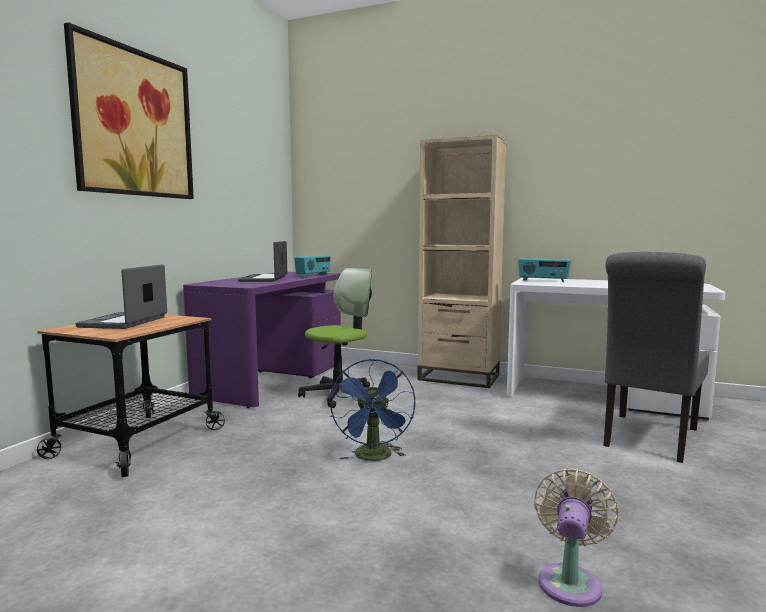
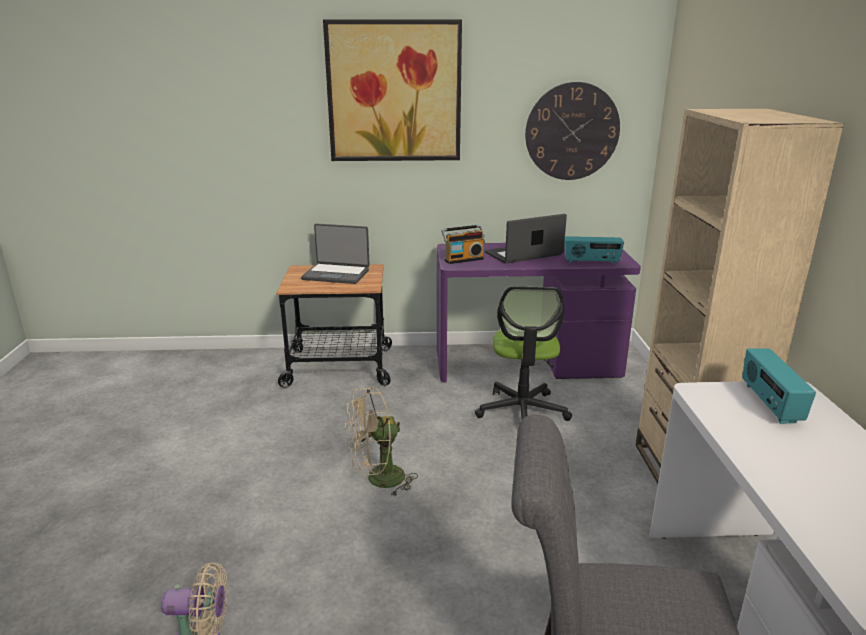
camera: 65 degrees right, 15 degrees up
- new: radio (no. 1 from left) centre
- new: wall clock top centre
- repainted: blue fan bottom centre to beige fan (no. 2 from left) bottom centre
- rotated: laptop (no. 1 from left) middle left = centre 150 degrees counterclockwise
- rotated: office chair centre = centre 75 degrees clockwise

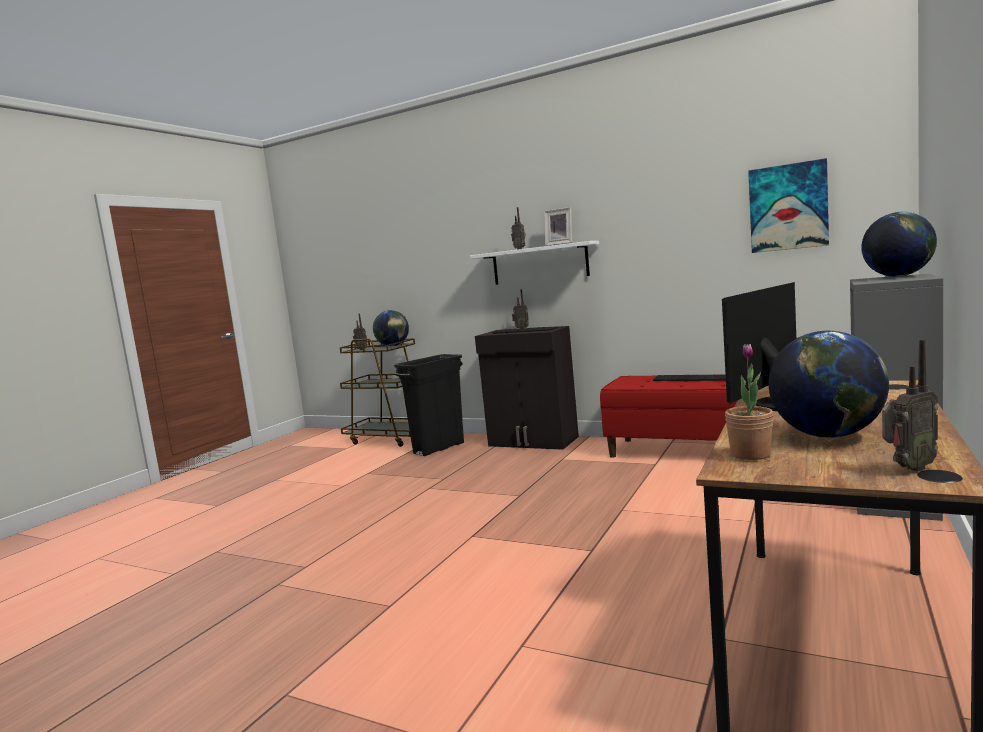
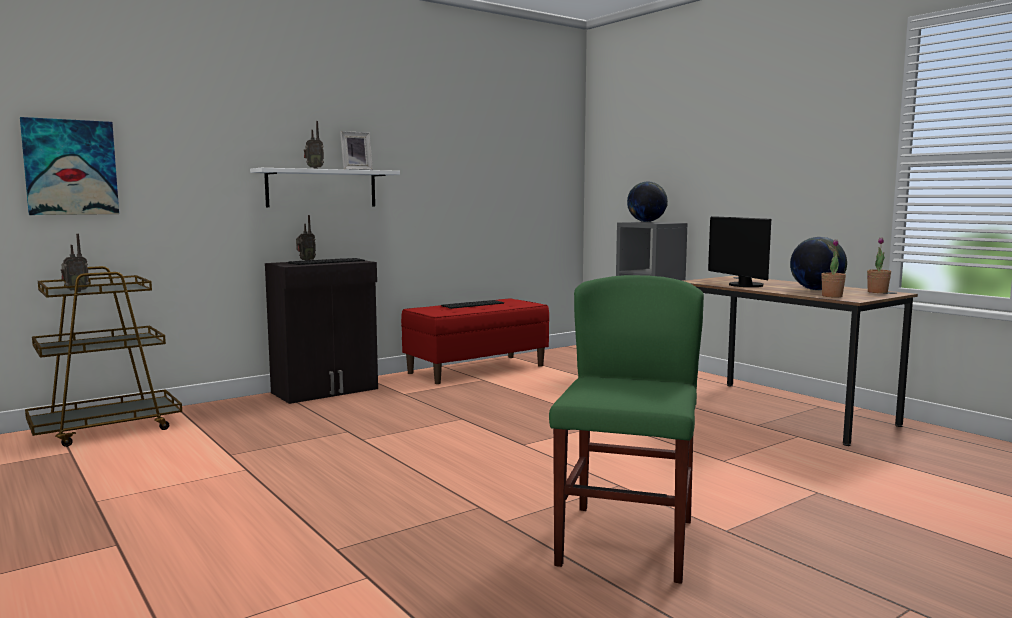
camera: 65 degrees left, 0 degrees up
- gone: globe (no. 1 from left) centre
- gone: black trash can centre
- new: green chair bottom centre
- shifted: picture top right to top left
- swapped: radio (no. 4 from left) middle right to potted plant (no. 2 from left) middle right

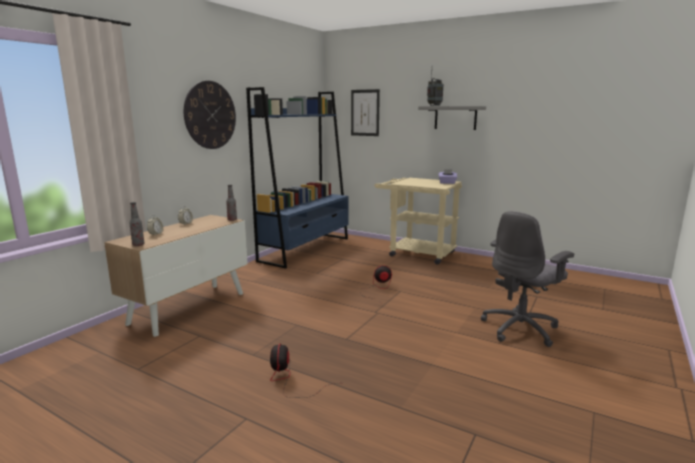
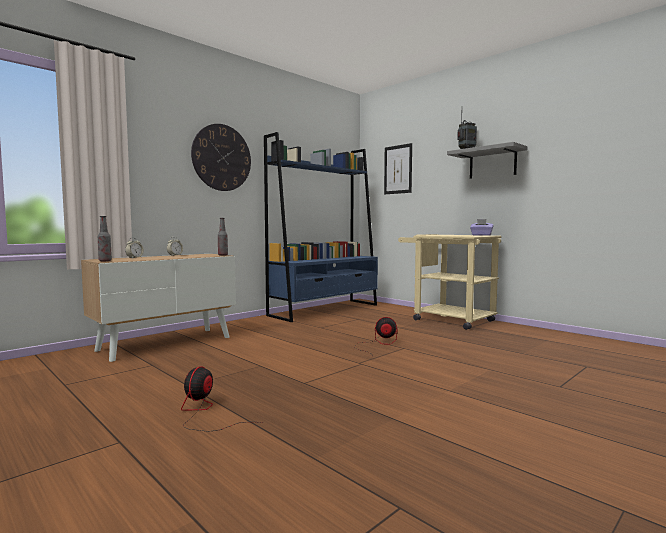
camera: 15 degrees right, 10 degrees down
- gone: grey office chair middle right

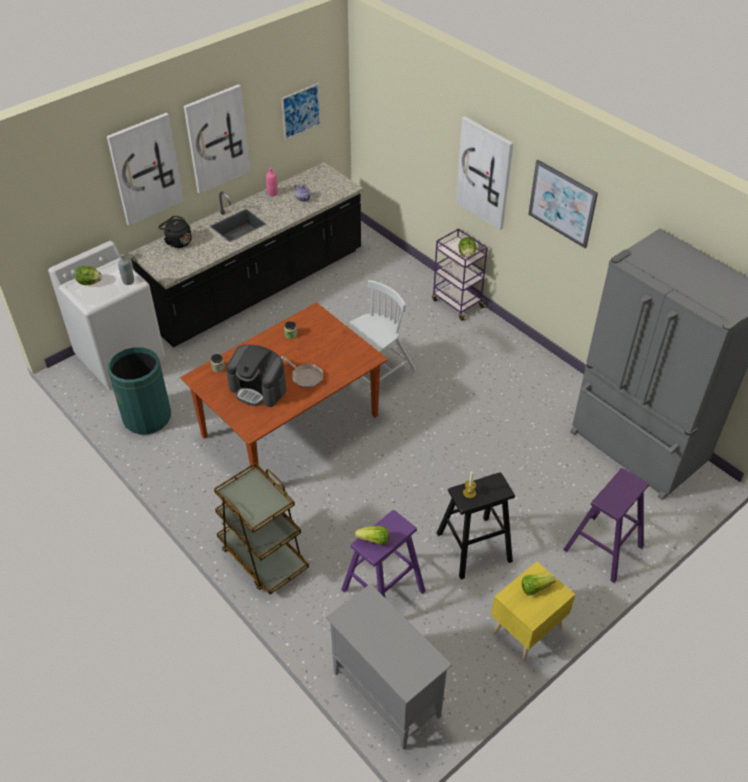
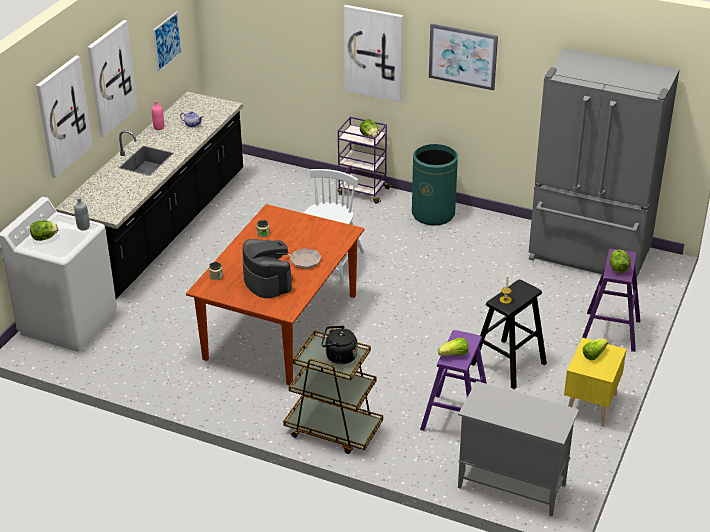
camera: 25 degrees left, 10 degrees down
- new: lettuce (no. 5 from left) middle right
- shifted: green trash can middle left to centre
- shifted: black kettle top left to centre
- rotated: coffee machine centre = centre 120 degrees counterclockwise

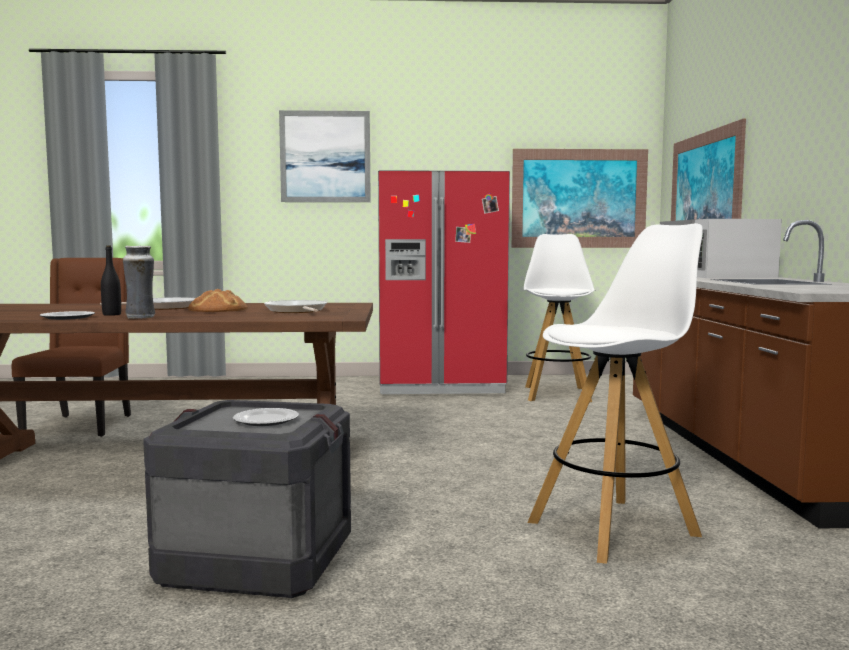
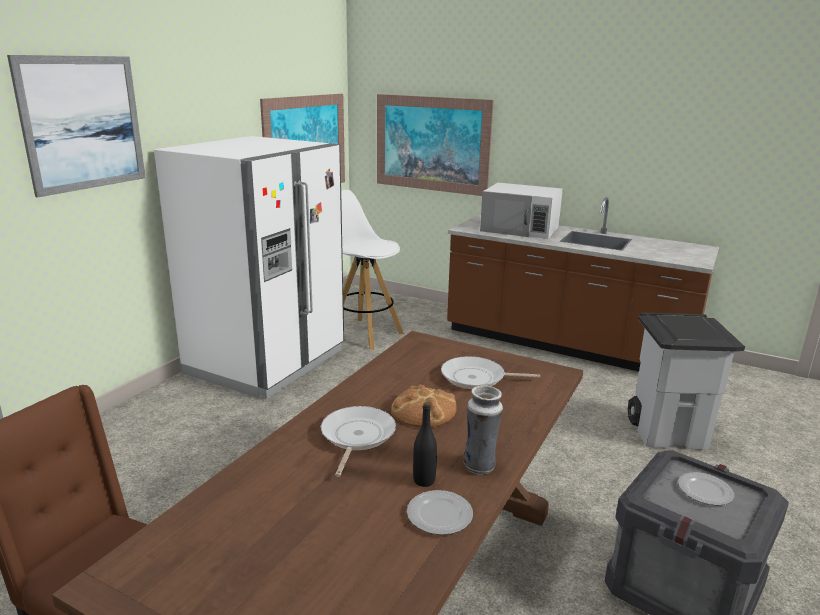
camera: 60 degrees left, 15 degrees up
- swapped: white stool (no. 2 from left) middle right to grey trash can middle right
- repainted: red fridge centre to white fridge middle left

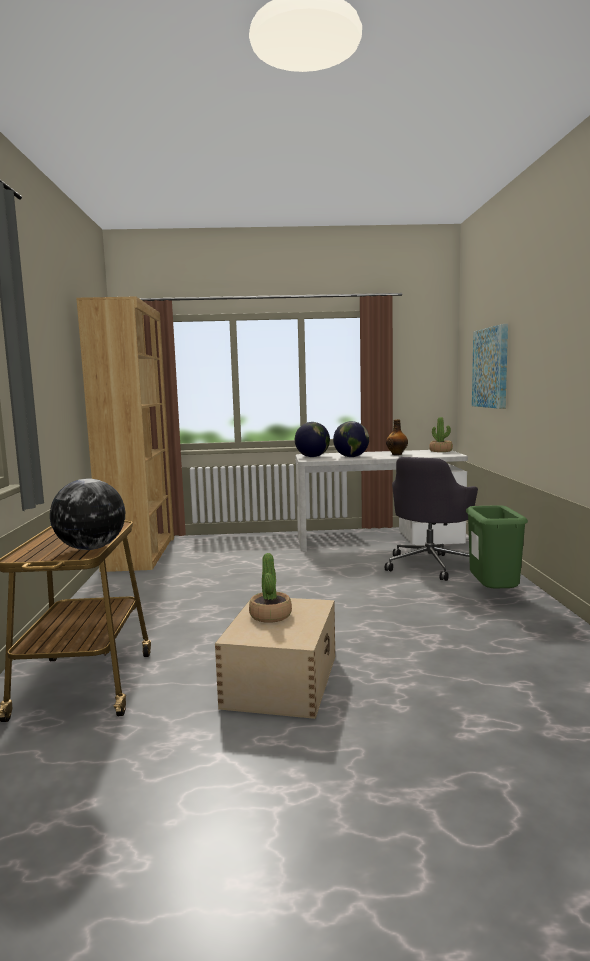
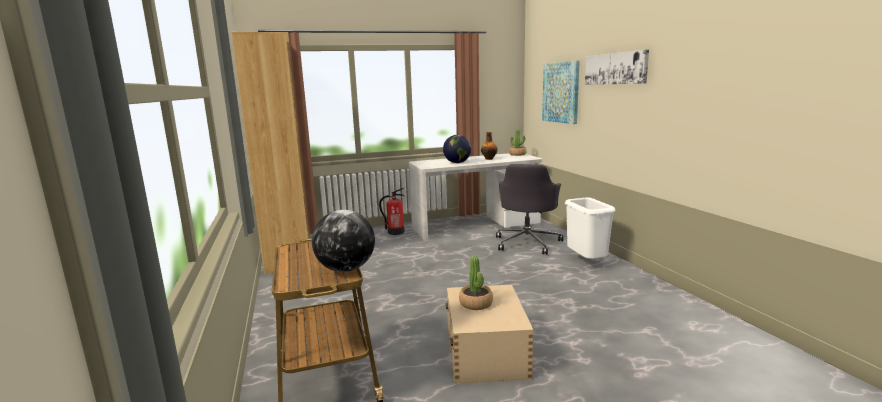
camera: 15 degrees left, 5 degrees up
- gone: globe (no. 2 from left) centre
- new: fire extinguisher centre
- new: picture (no. 2 from left) top right
- repainted: green trash can middle right to white trash can middle right

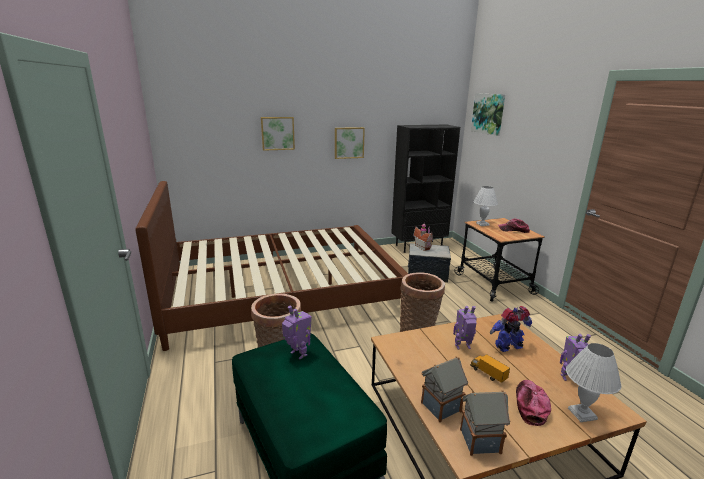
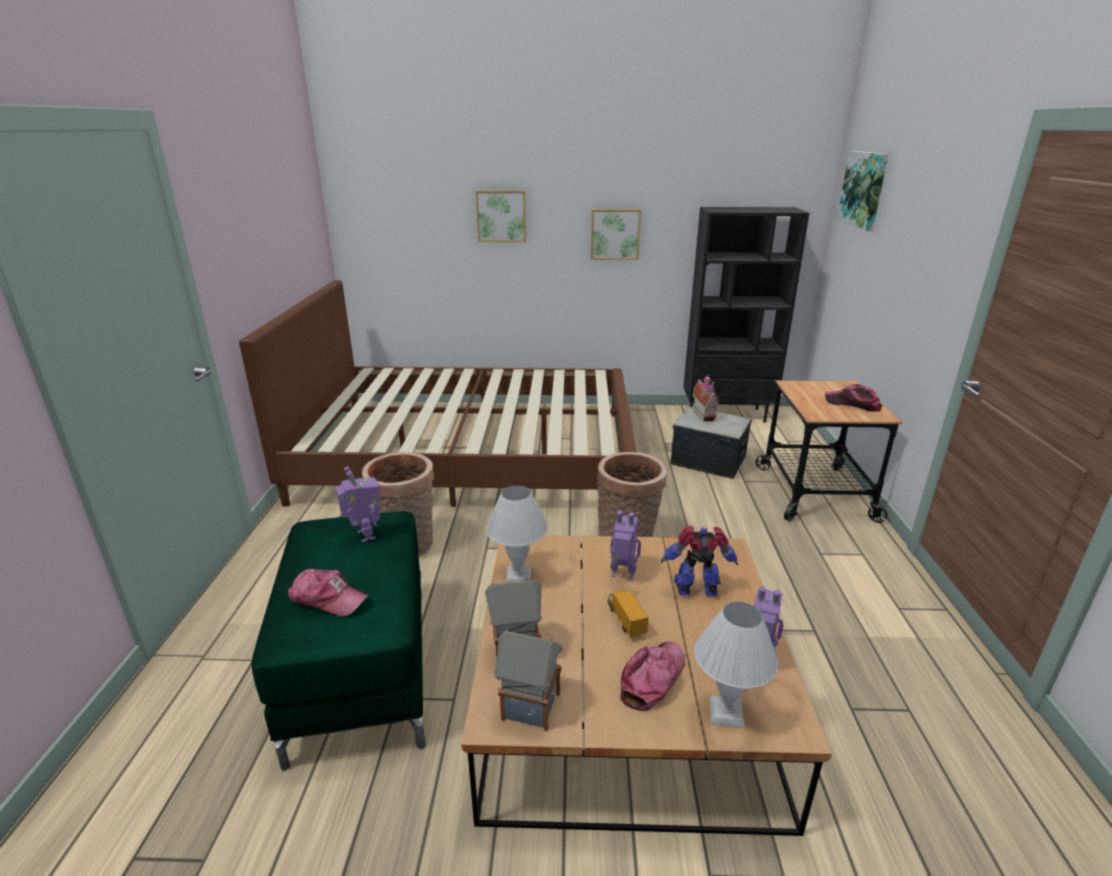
camera: 20 degrees right, 5 degrees up
- new: cap (no. 1 from left) bottom left
- shifted: white table lamp (no. 1 from left) middle right to centre

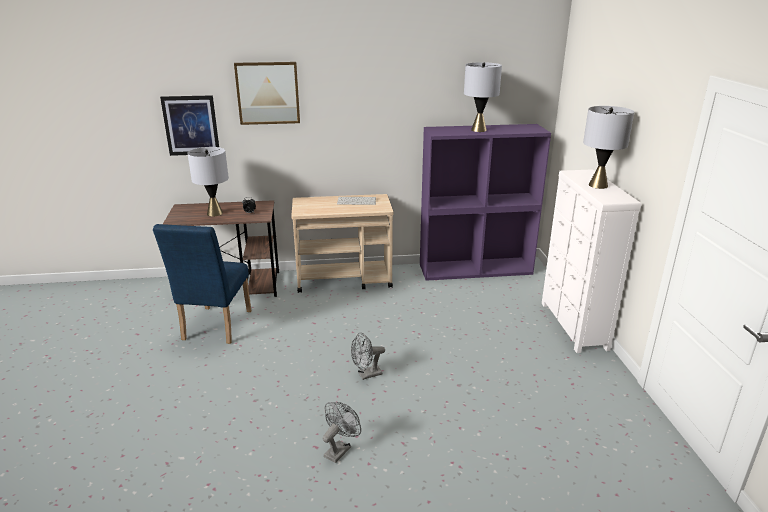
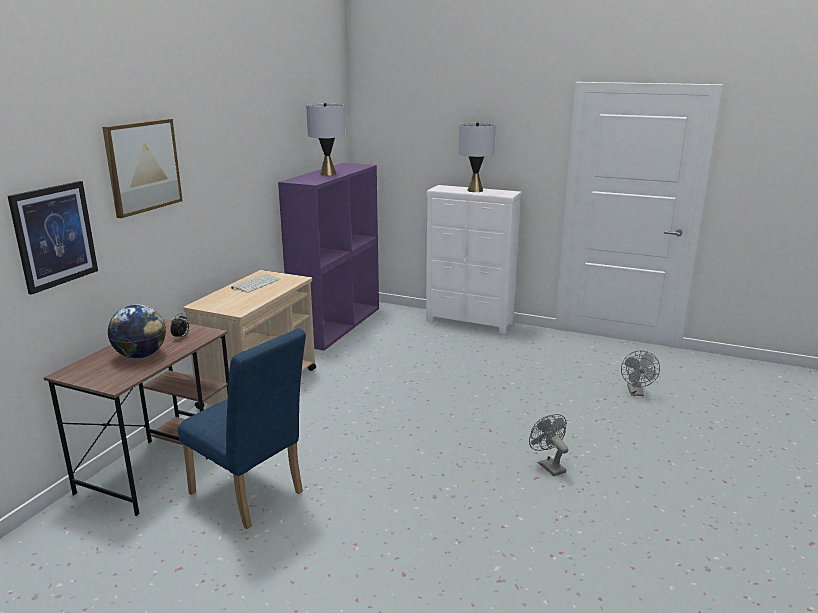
camera: 60 degrees left, 5 degrees down
- shifted: grey fan (no. 2 from left) bottom centre to middle right
- swapped: grey table lamp (no. 1 from left) middle left to globe middle left

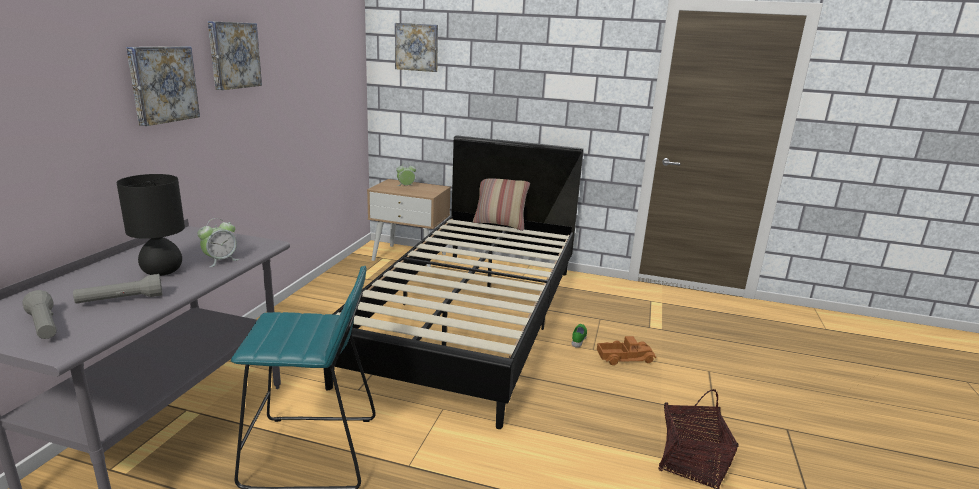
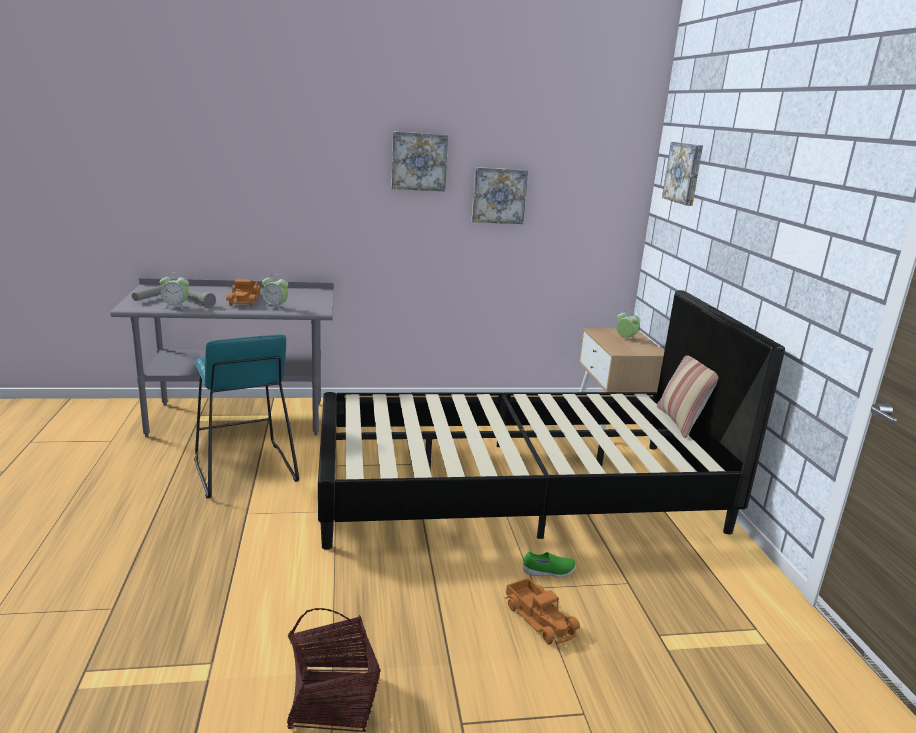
camera: 65 degrees right, 0 degrees up
- new: alarm clock (no. 1 from left) middle left
- shifted: picture (no. 1 from left in the first image) top left to picture (no. 2 from left) top centre
- swapped: black table lamp middle left to toy truck (no. 1 from left) middle left

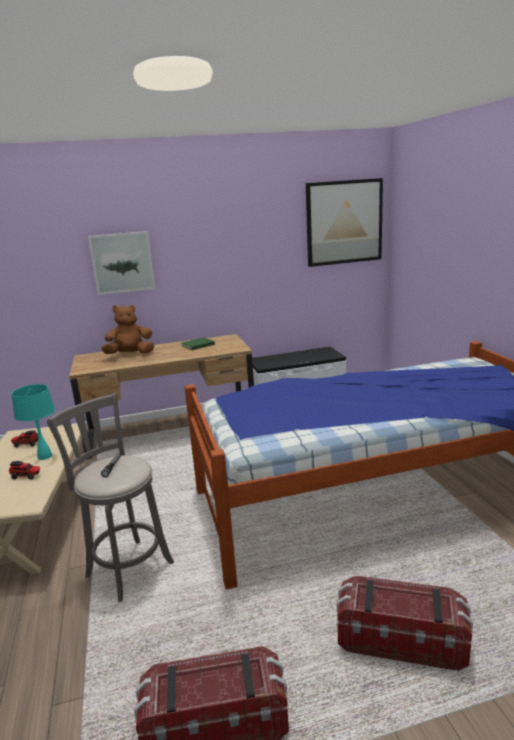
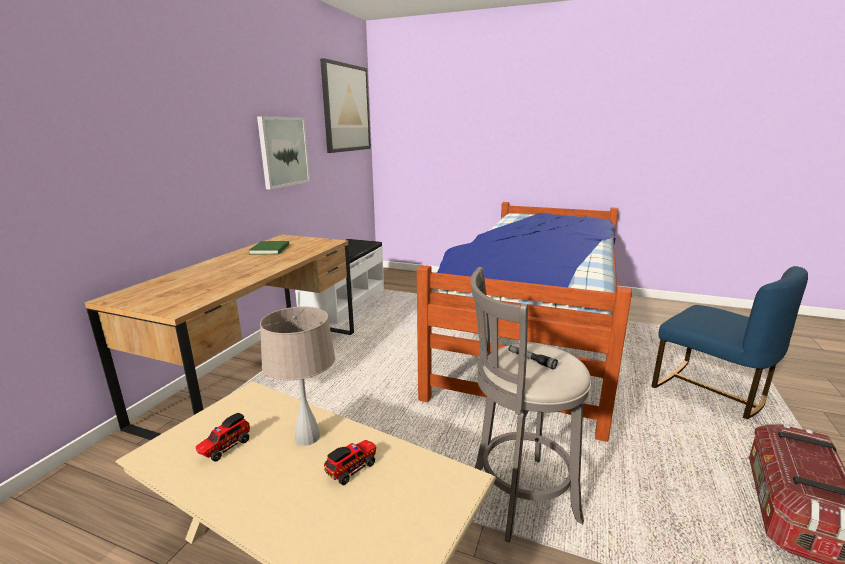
camera: 55 degrees left, 0 degrees up
- gone: brown plush toy middle left
- shifted: picture (no. 1 from left) middle left to top centre
- swapped: storage box (no. 2 from left) bottom right to blue chair middle right
- repainted: turquoise table lamp middle left to beige table lamp bottom centre

